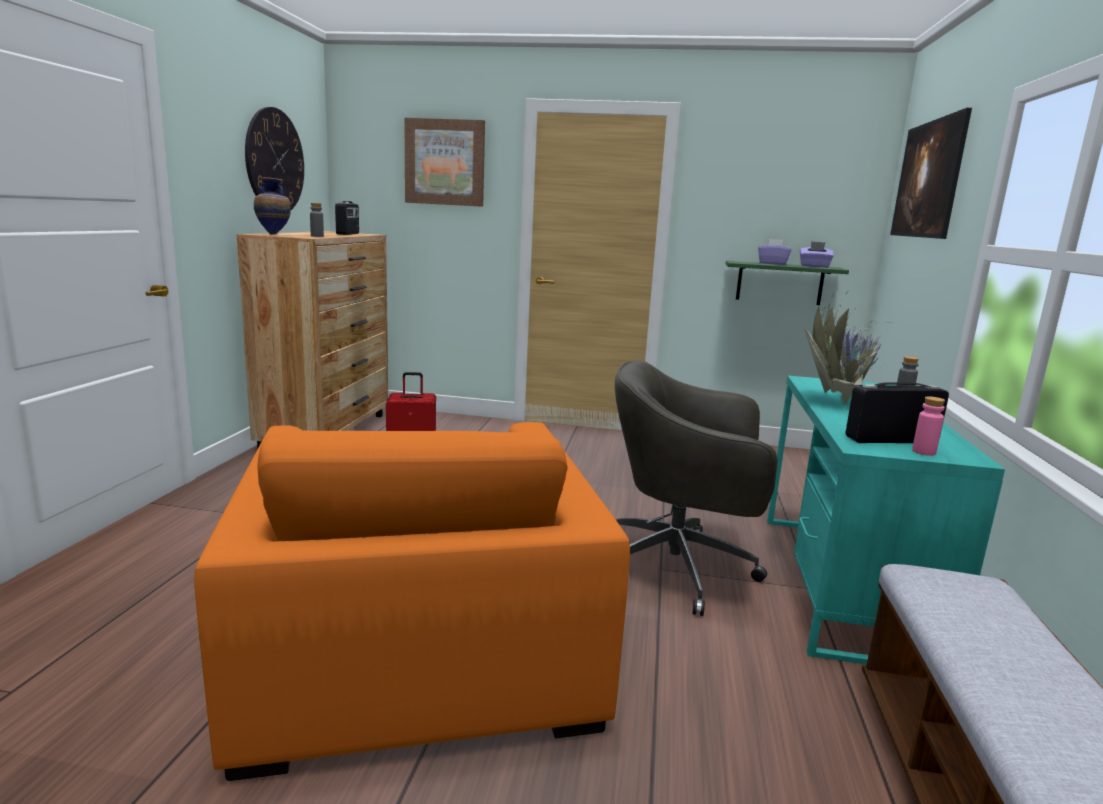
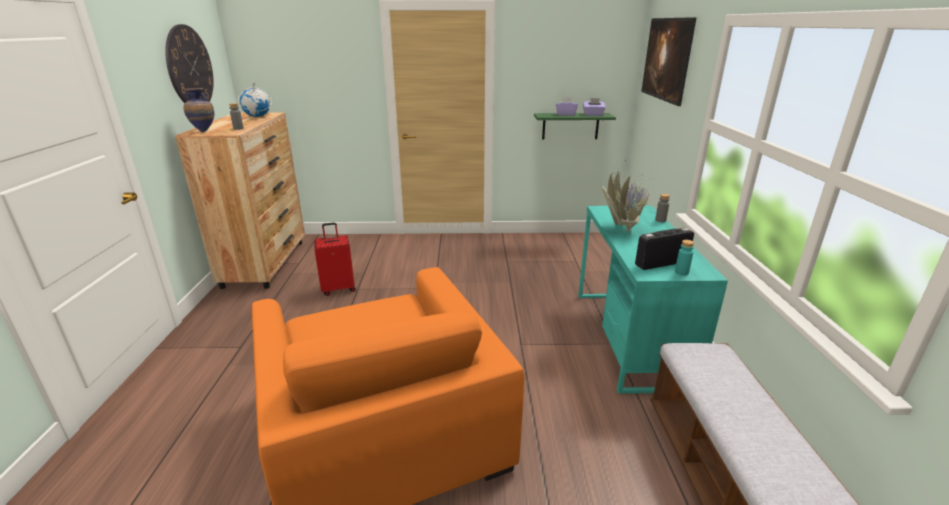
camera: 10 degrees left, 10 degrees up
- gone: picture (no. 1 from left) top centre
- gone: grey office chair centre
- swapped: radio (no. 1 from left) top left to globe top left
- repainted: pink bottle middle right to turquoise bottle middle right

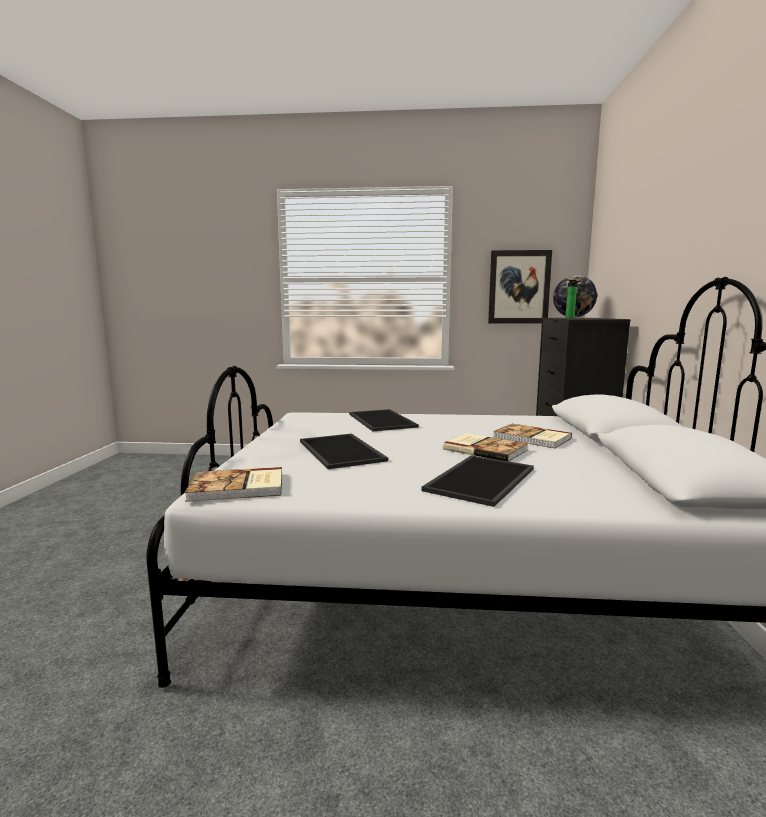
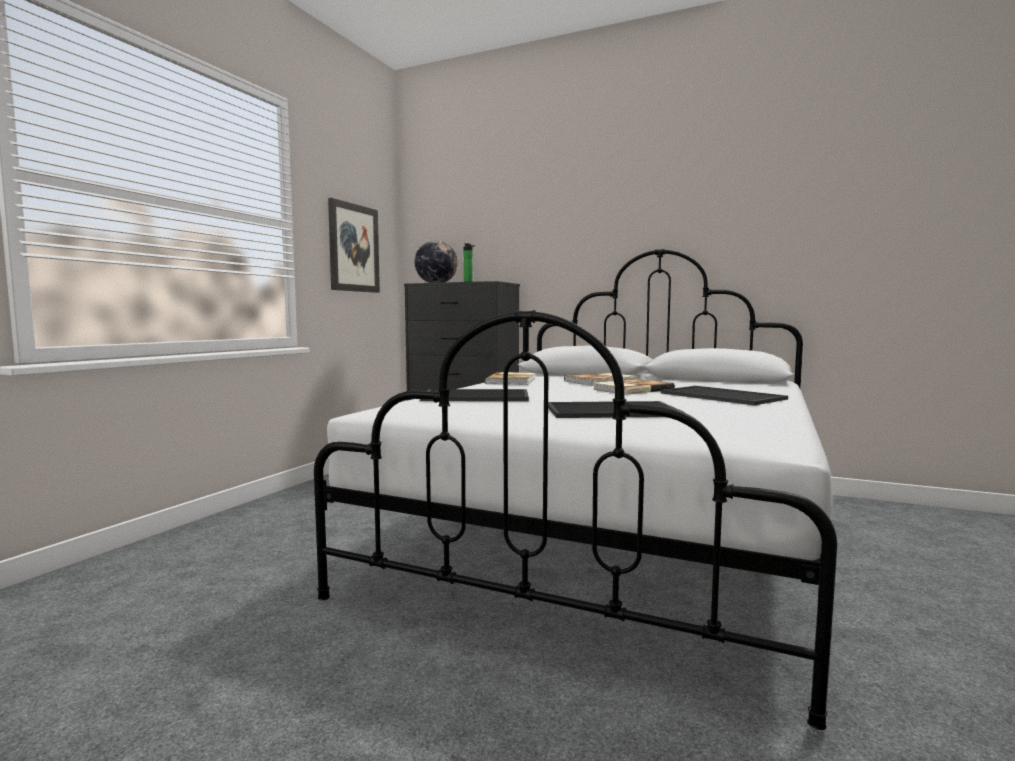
camera: 70 degrees left, 5 degrees down
- shifted: book (no. 1 from left) middle left to centre

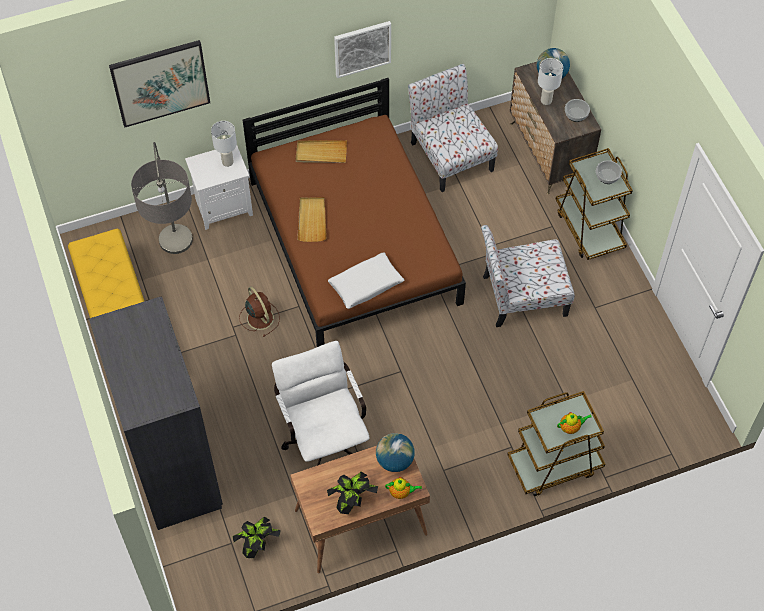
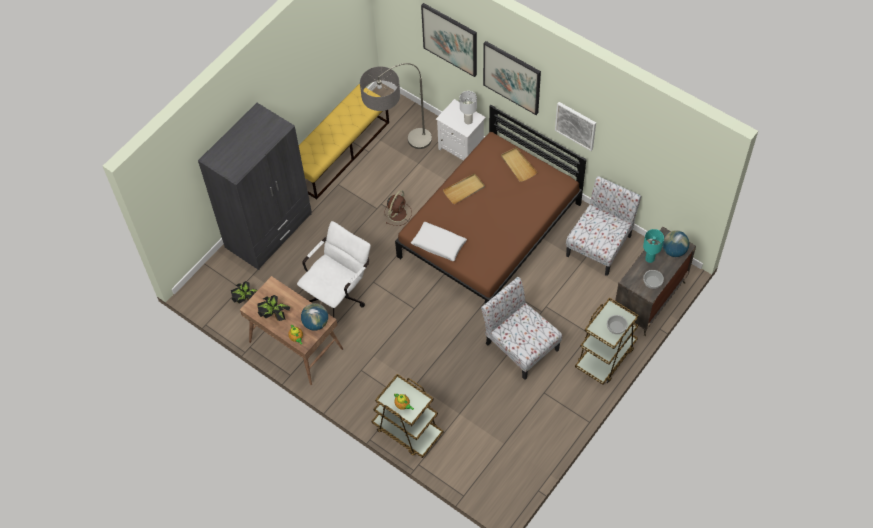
camera: 60 degrees right, 0 degrees up
- new: picture (no. 2 from left) top centre
- repainted: white table lamp (no. 2 from left) top right to turquoise table lamp middle right

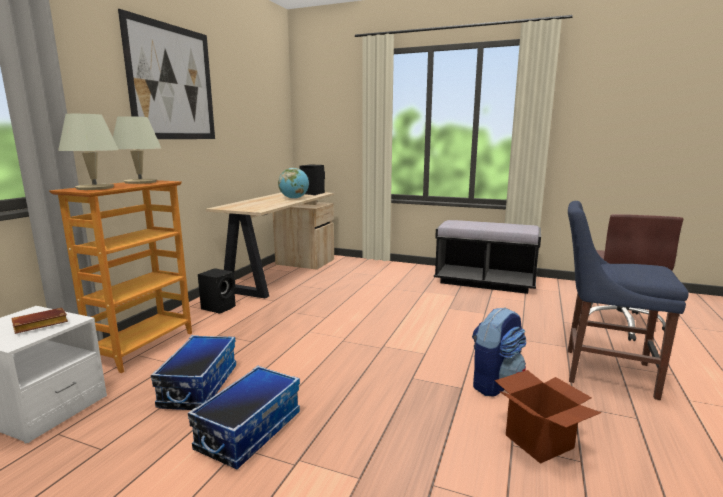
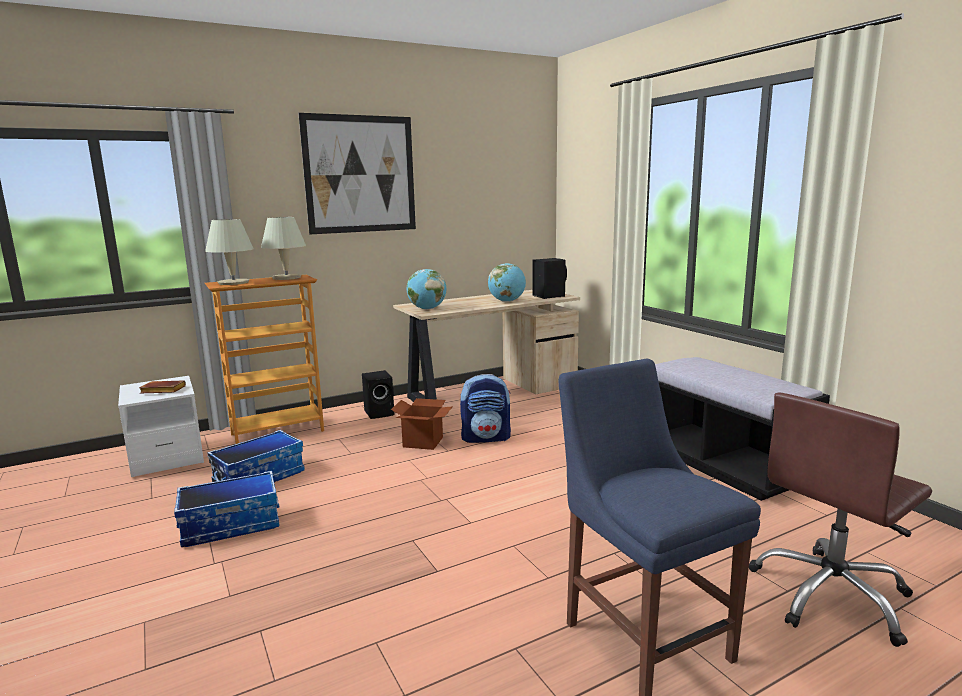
camera: 40 degrees right, 0 degrees up
- new: globe (no. 1 from left) centre
- shifted: backpack bottom right to centre
- shifted: cardboard box bottom right to centre

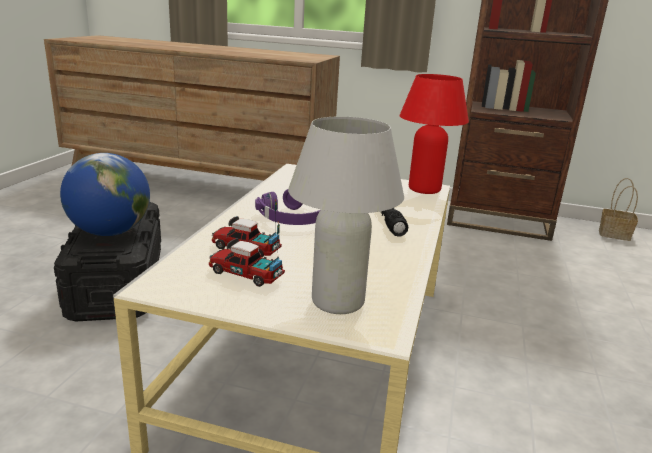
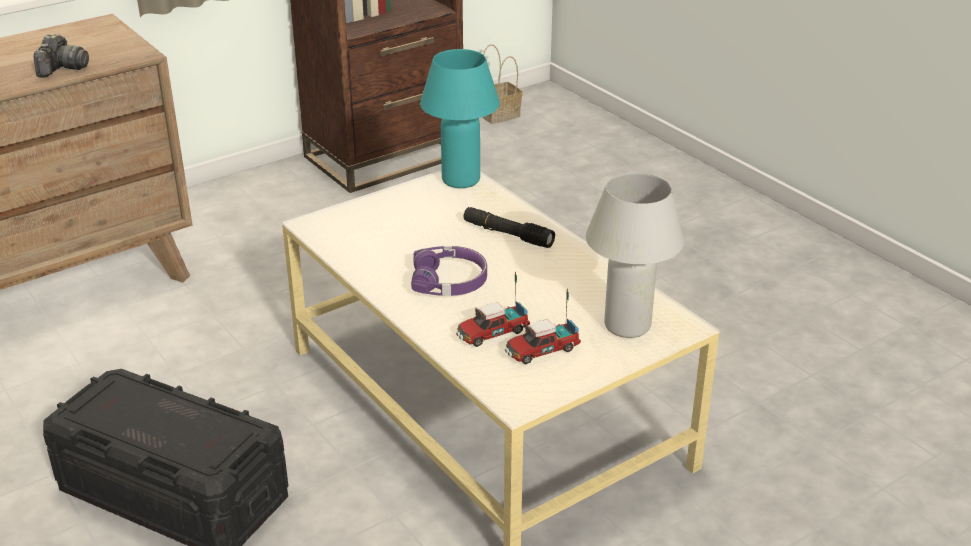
camera: 50 degrees left, 10 degrees up
- gone: globe middle left
- new: photo camera top left
- repainted: red table lamp top centre to turquoise table lamp top centre

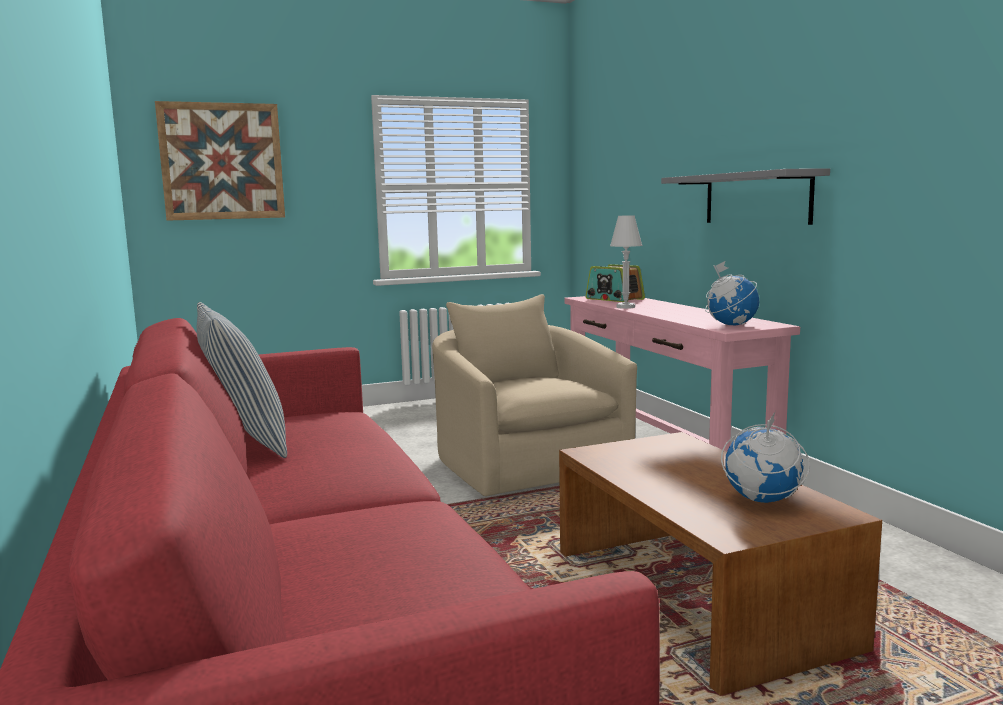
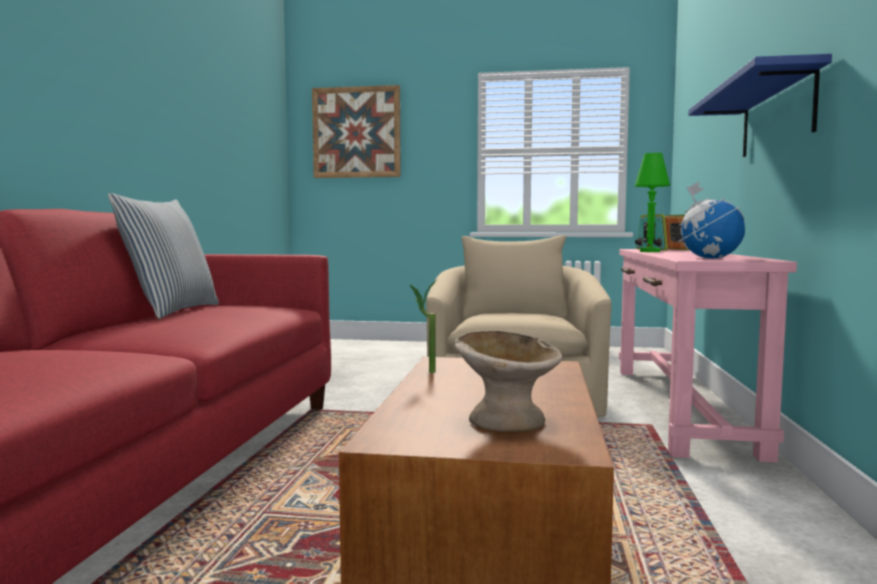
camera: 30 degrees right, 5 degrees down
- new: potted plant centre
- swapped: globe (no. 2 from left) middle right to beige bowl centre
- repainted: white table lamp centre to green table lamp middle right
- repainted: grey shelf top right to blue shelf top right

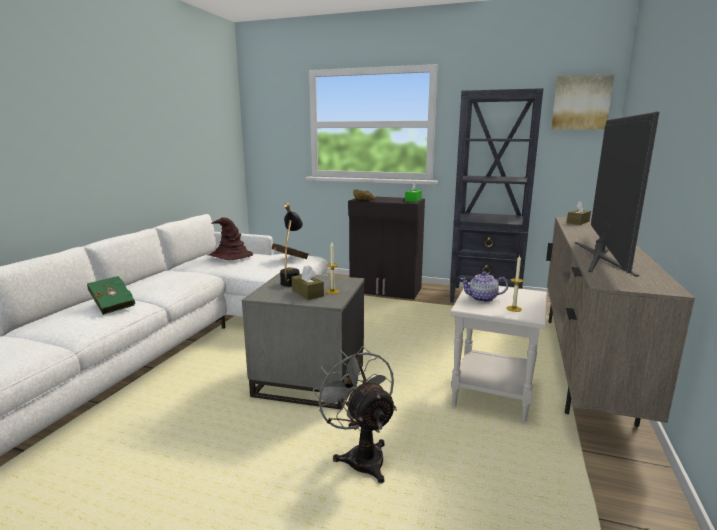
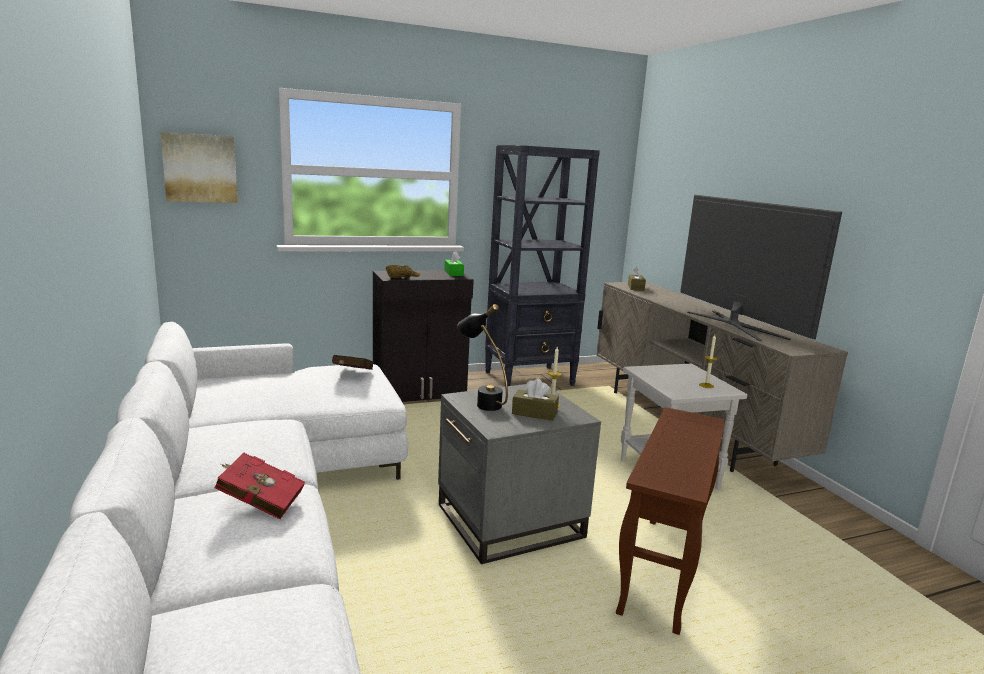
camera: 40 degrees left, 0 degrees up
- gone: brown hat middle left
- gone: teapot middle right
- shifted: picture top right to top left
- swapped: grey fan bottom centre to brown side table bottom right
- repainted: green book middle left to red book (no. 1 from left) bottom left

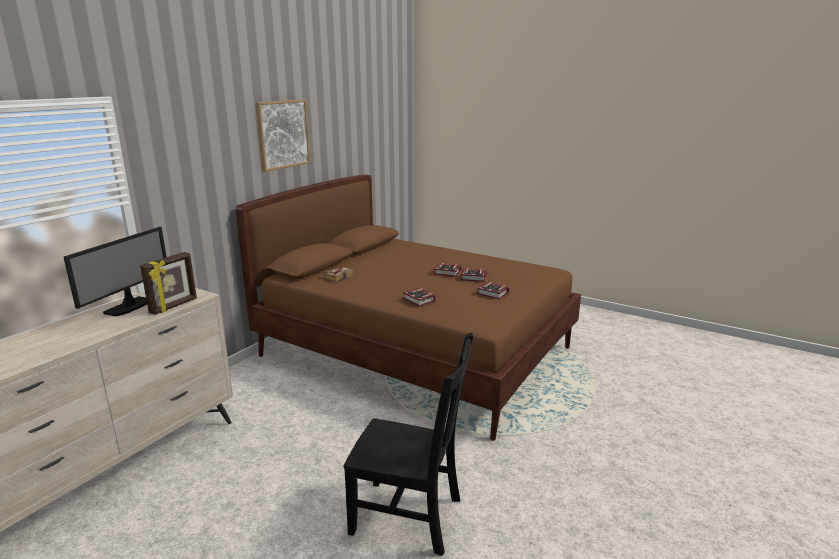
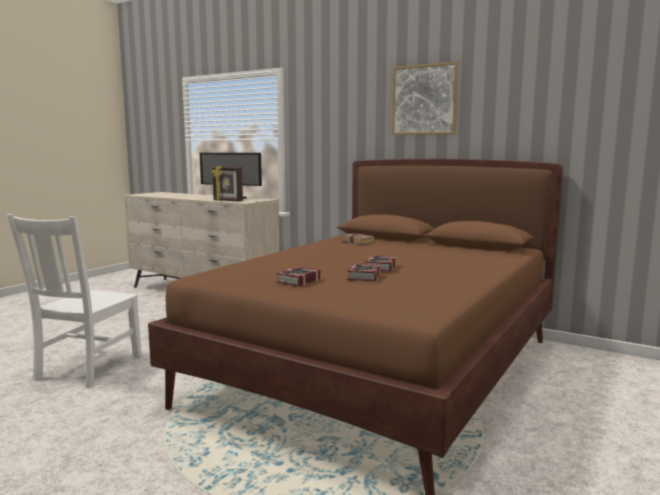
camera: 90 degrees right, 10 degrees down
- gone: book (no. 2 from left) centre
- repainted: black chair bottom centre to white chair middle left

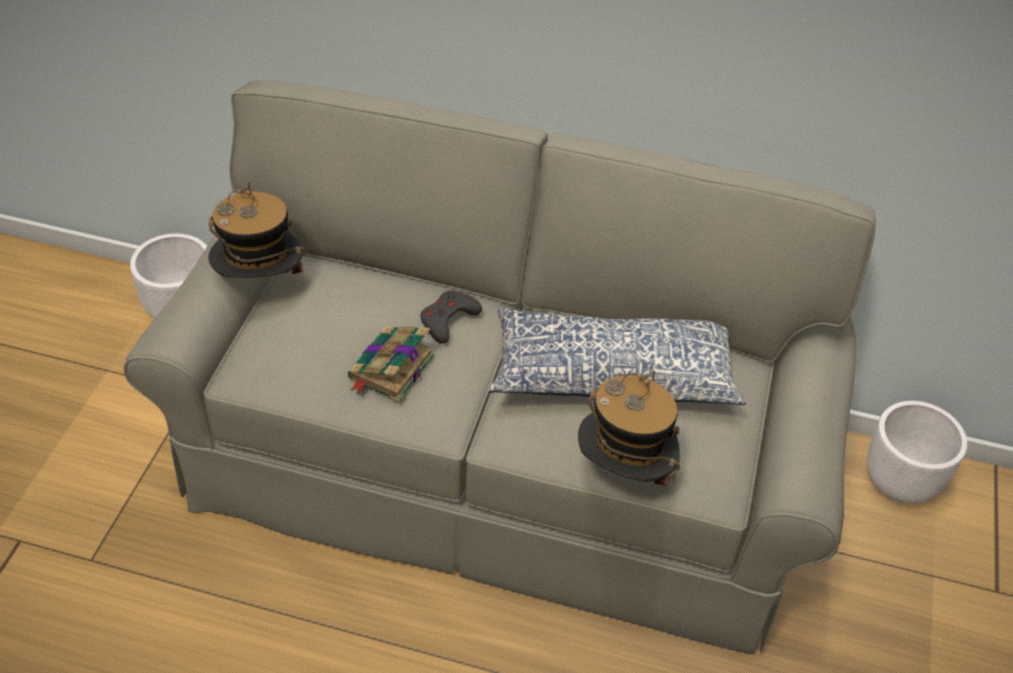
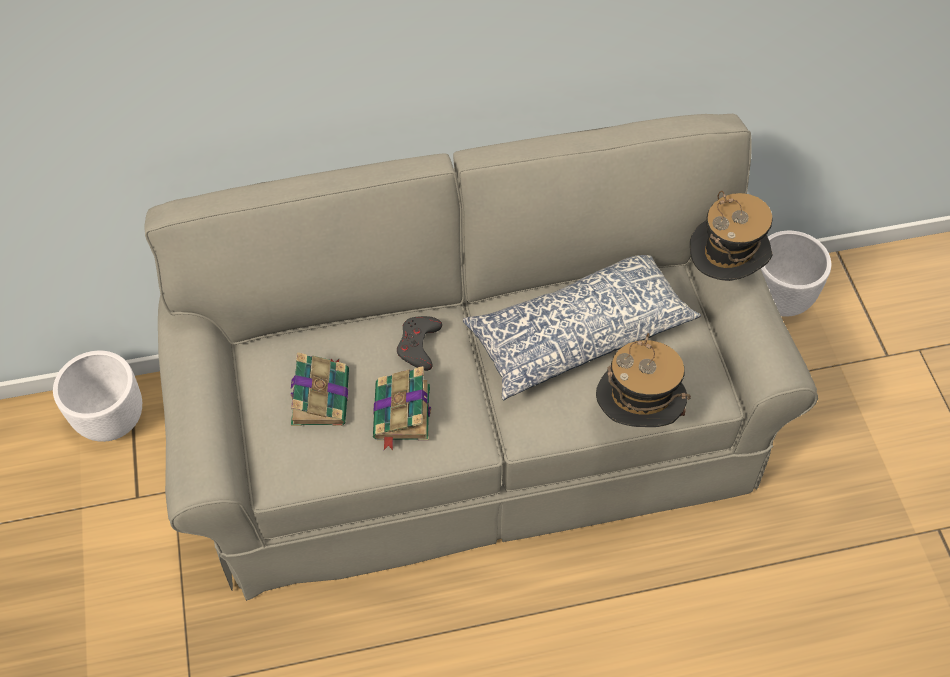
camera: 25 degrees left, 10 degrees up
- new: book (no. 1 from left) centre
- shifted: hat (no. 1 from left in the first image) middle left to hat (no. 2 from left) middle right

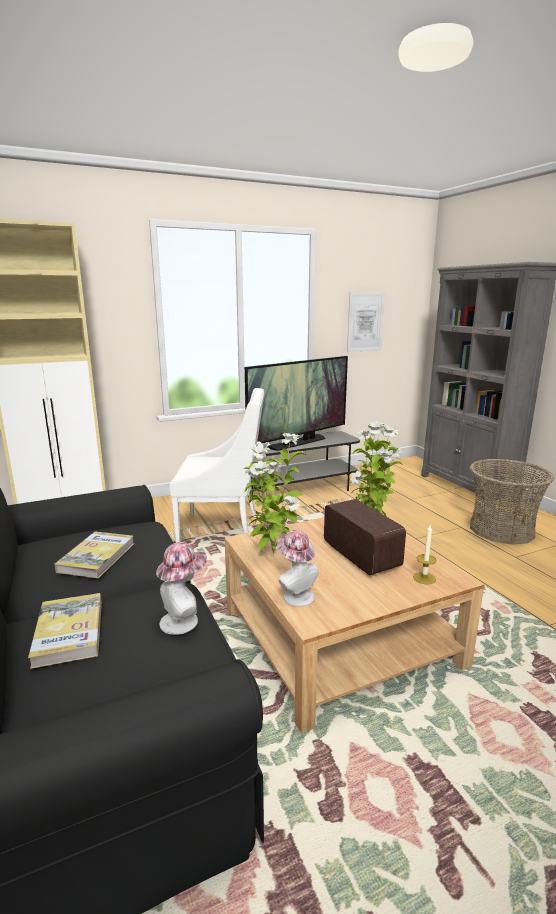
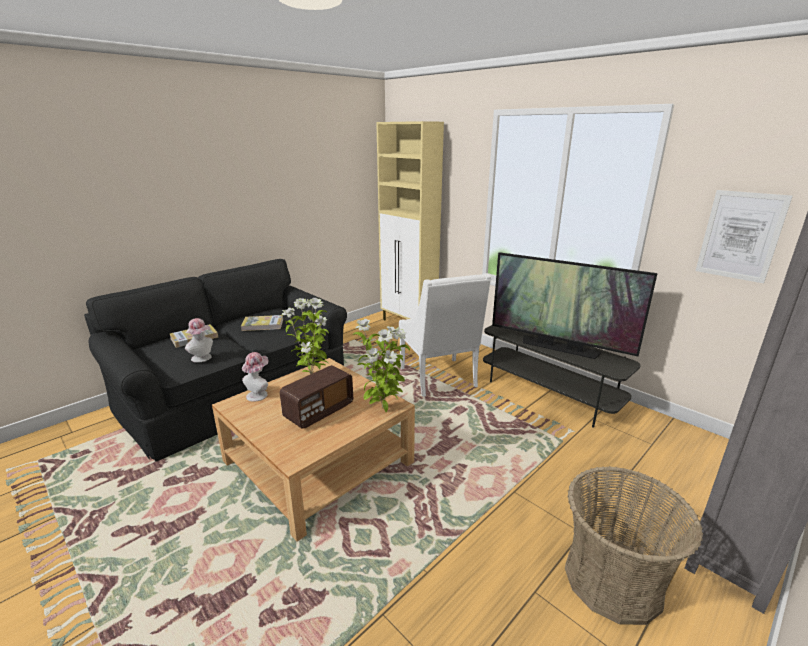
camera: 70 degrees right, 5 degrees up
- gone: candle middle right

